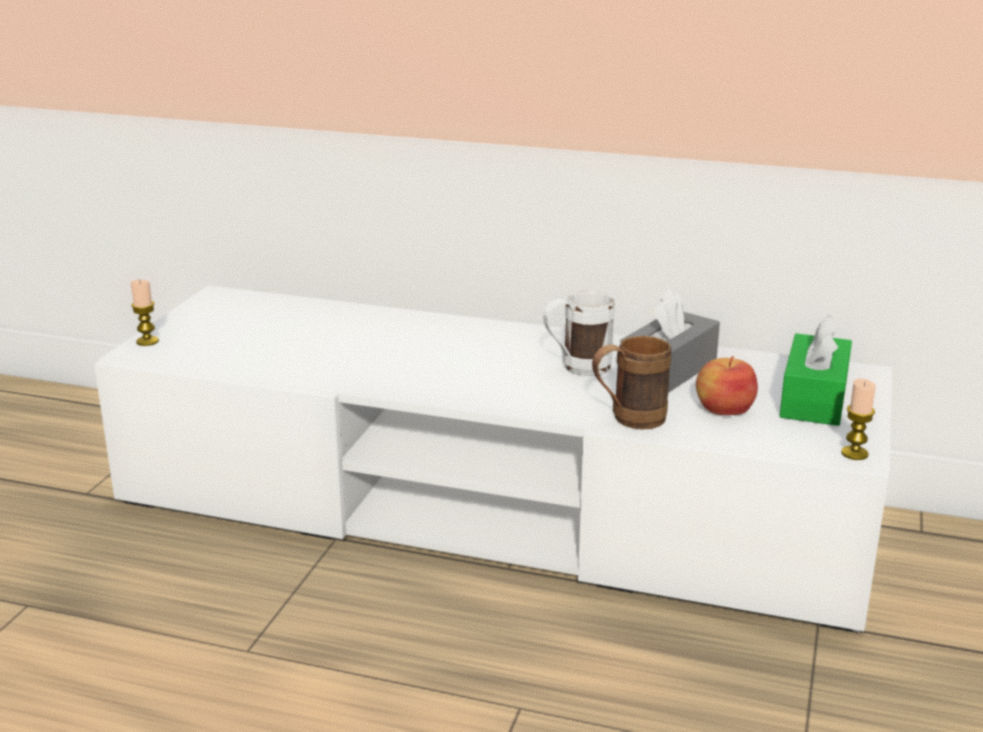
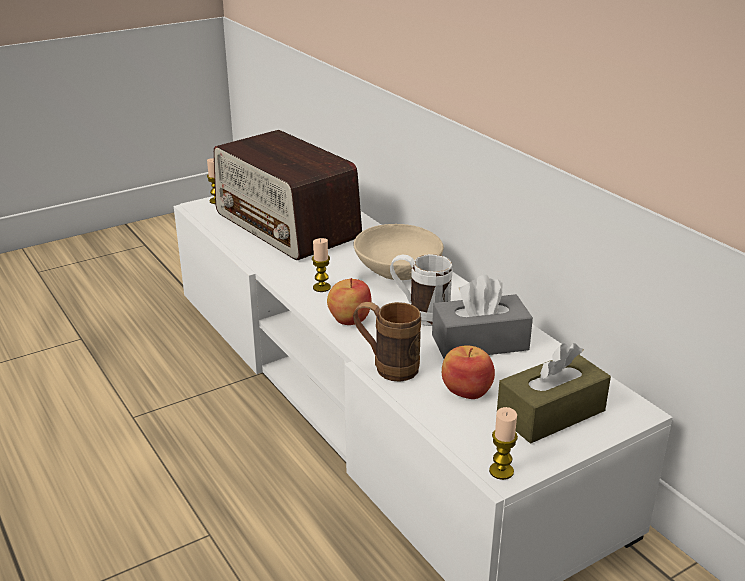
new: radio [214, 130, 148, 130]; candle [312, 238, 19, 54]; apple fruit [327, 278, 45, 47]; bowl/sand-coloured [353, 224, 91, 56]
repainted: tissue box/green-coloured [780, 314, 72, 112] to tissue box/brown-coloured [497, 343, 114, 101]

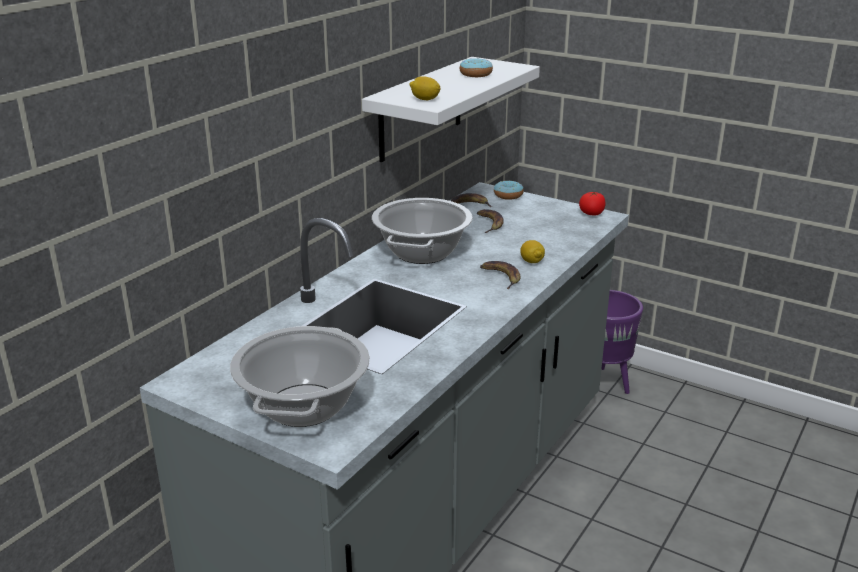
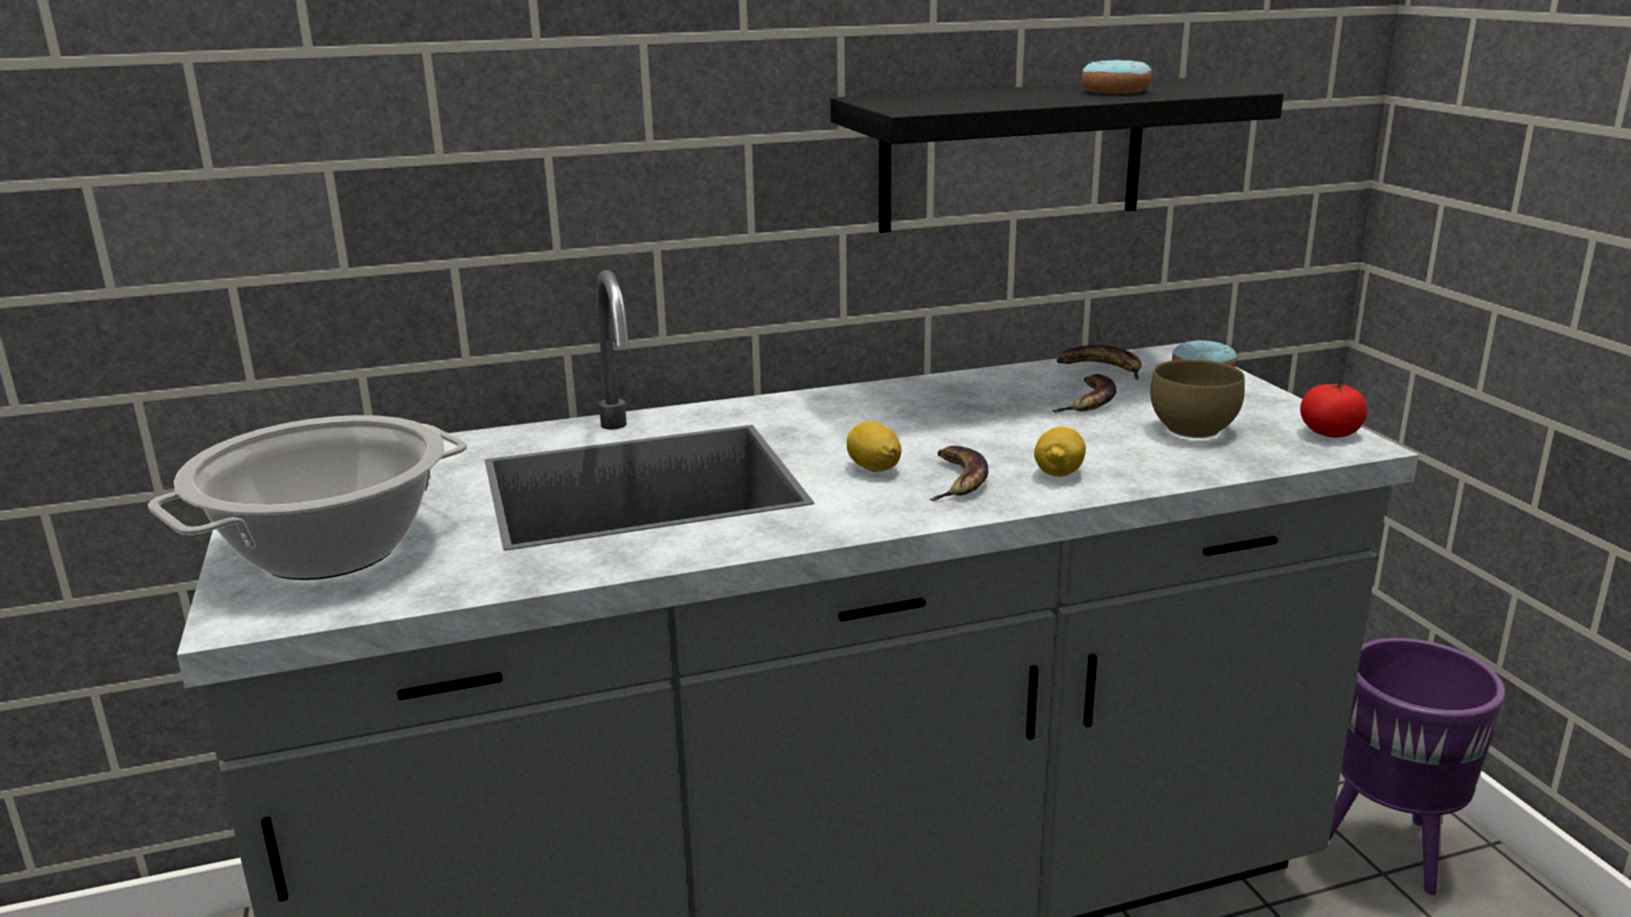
gone: stockpot [372, 198, 101, 66]
new: bowl/brown-coloured [1150, 359, 95, 79]
shifted: lemon [409, 76, 31, 24] to [847, 421, 54, 51]
repainted: wall shelf/white [362, 57, 178, 105] to wall shelf/blackish [830, 78, 454, 155]

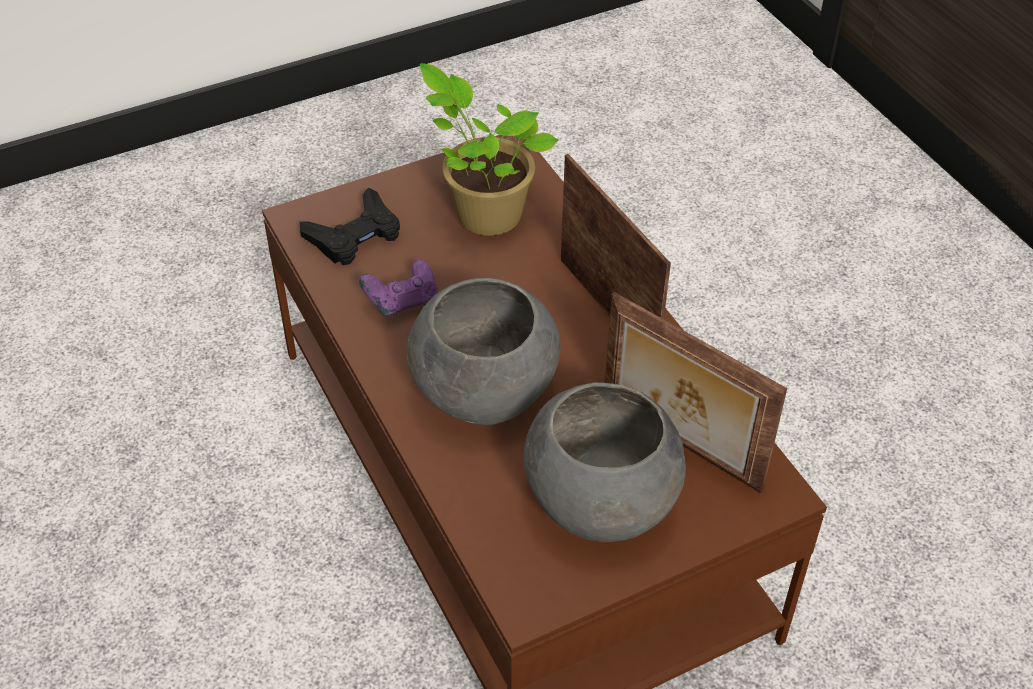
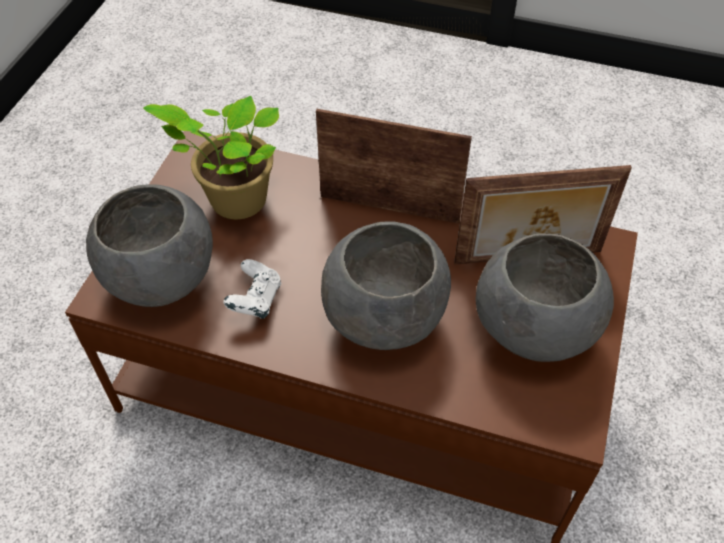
swapped: joypad/blackish [300, 187, 100, 78] to bowl/greyish [86, 184, 127, 123]
repainted: joypad/purple-coloured [359, 259, 79, 58] to joypad/white [223, 259, 58, 60]

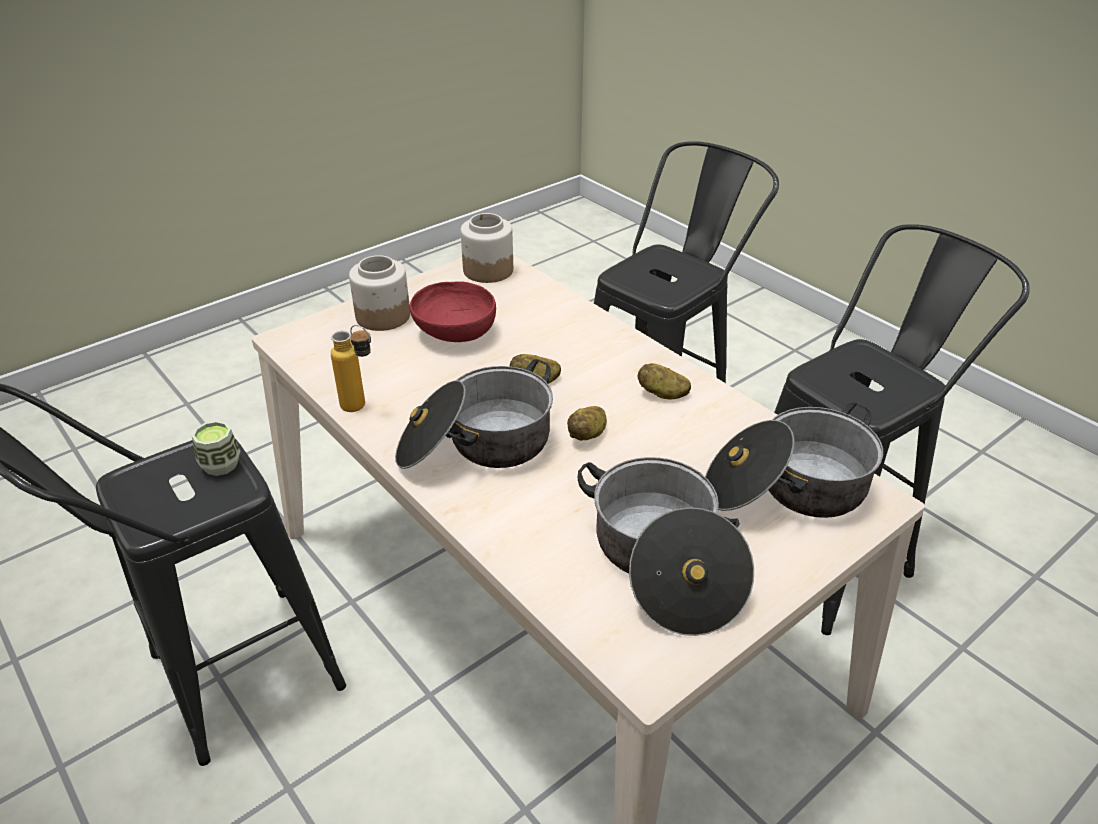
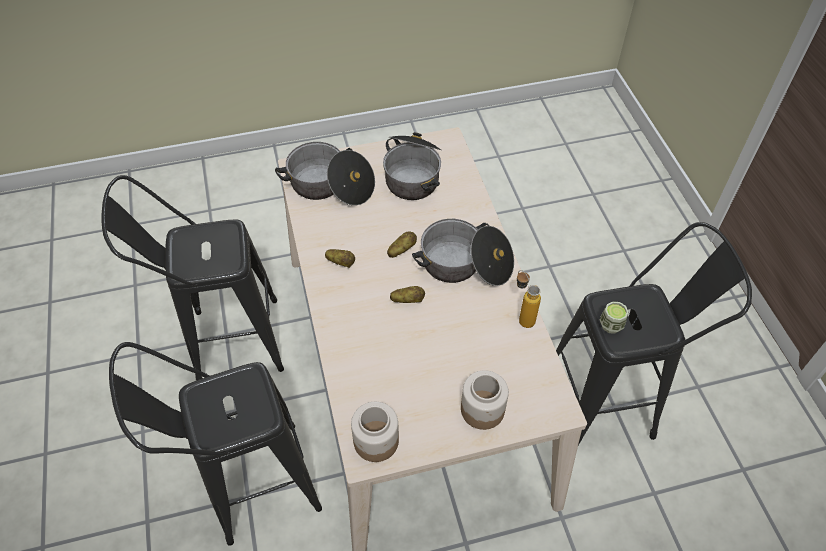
gone: bowl/reddish [410, 281, 86, 61]

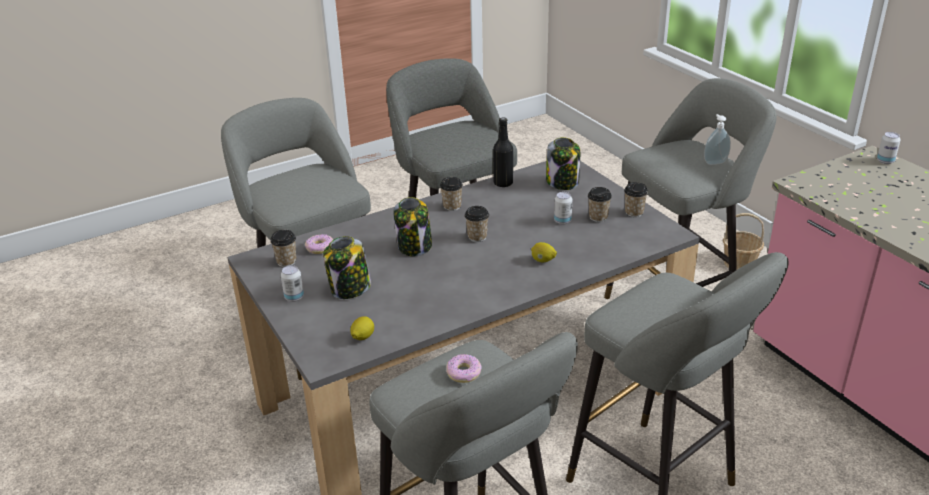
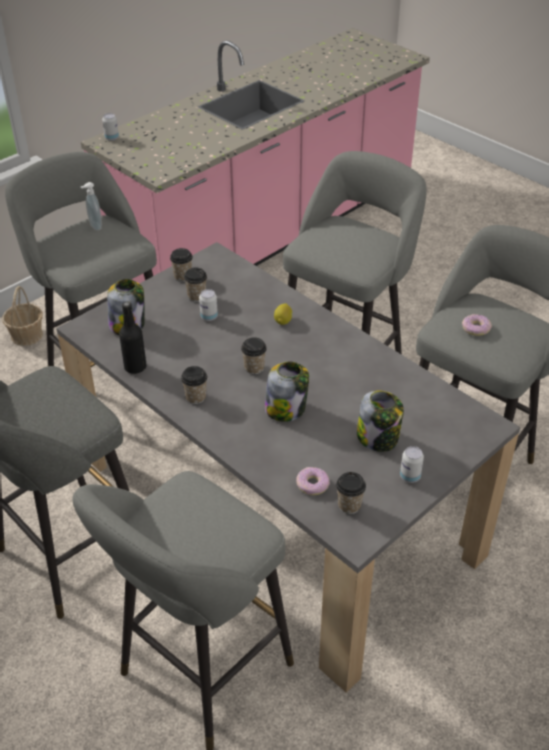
gone: lemon [350, 316, 24, 24]

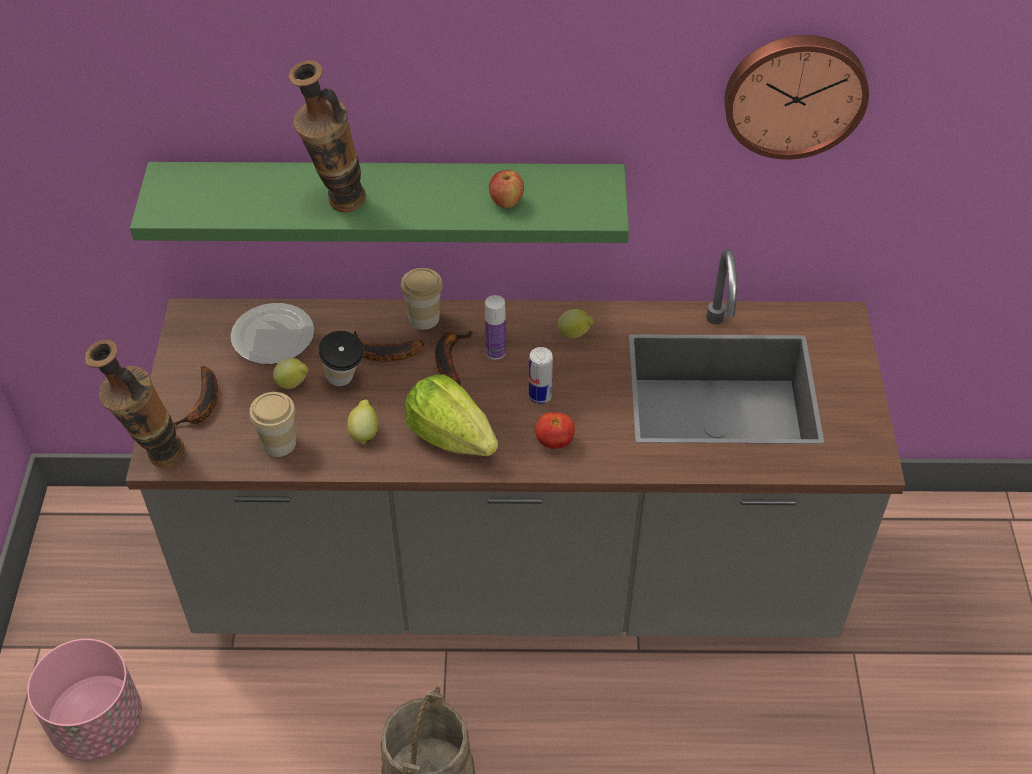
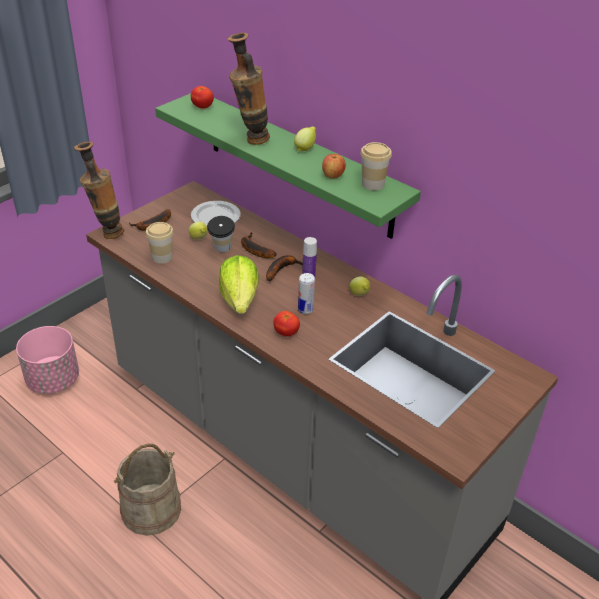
gone: wall clock [724, 35, 145, 124]
new: tomato [191, 86, 23, 23]
shifted: lemon [347, 400, 31, 45] to [294, 126, 22, 25]; small cup [401, 268, 42, 62] to [360, 142, 32, 48]

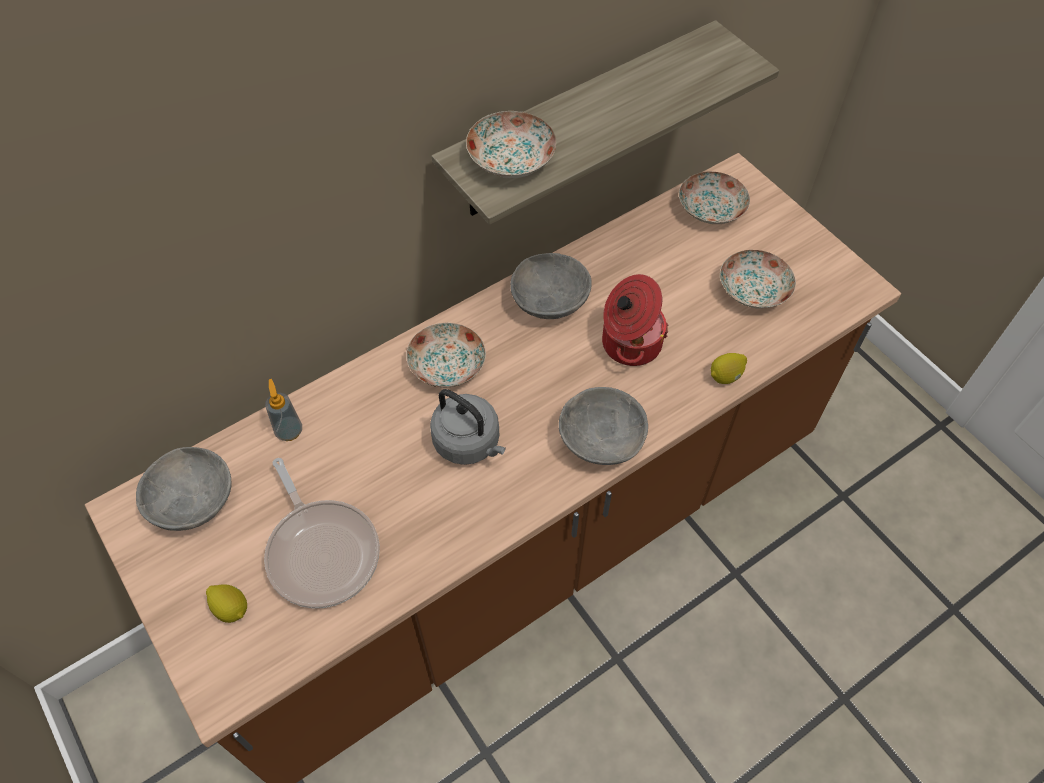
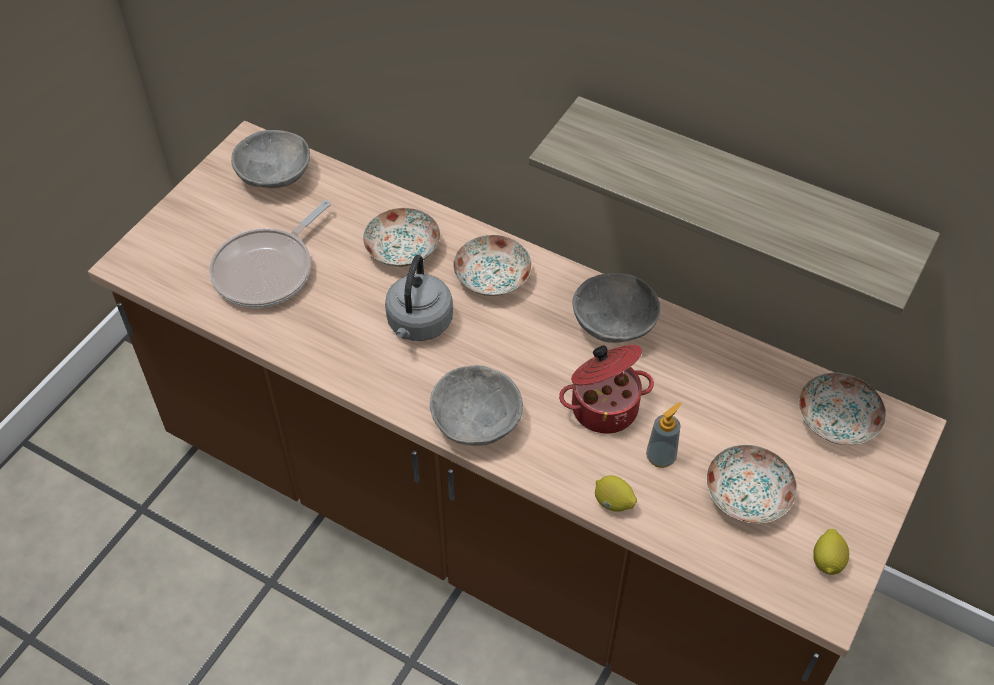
shifted: lemon [206, 585, 41, 38] to [813, 529, 36, 46]; soap bottle [265, 379, 37, 62] to [646, 402, 36, 66]; flat dish [466, 111, 90, 67] to [363, 208, 77, 59]

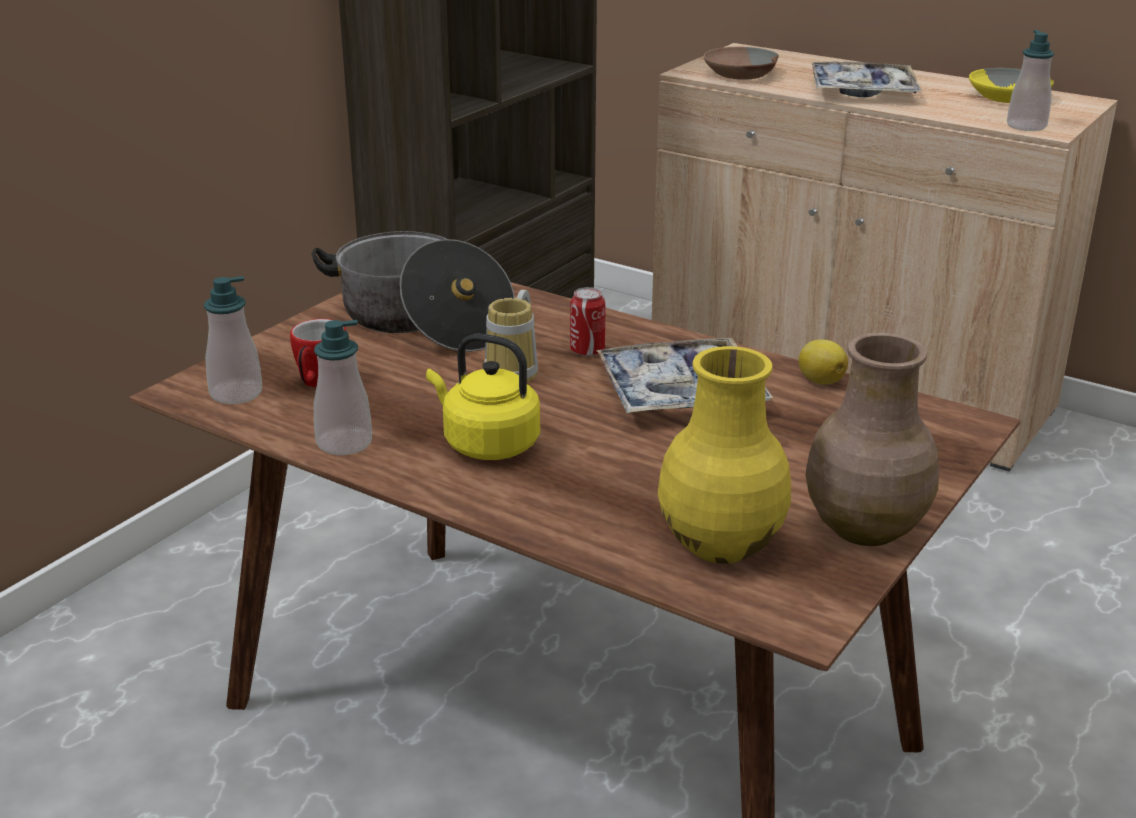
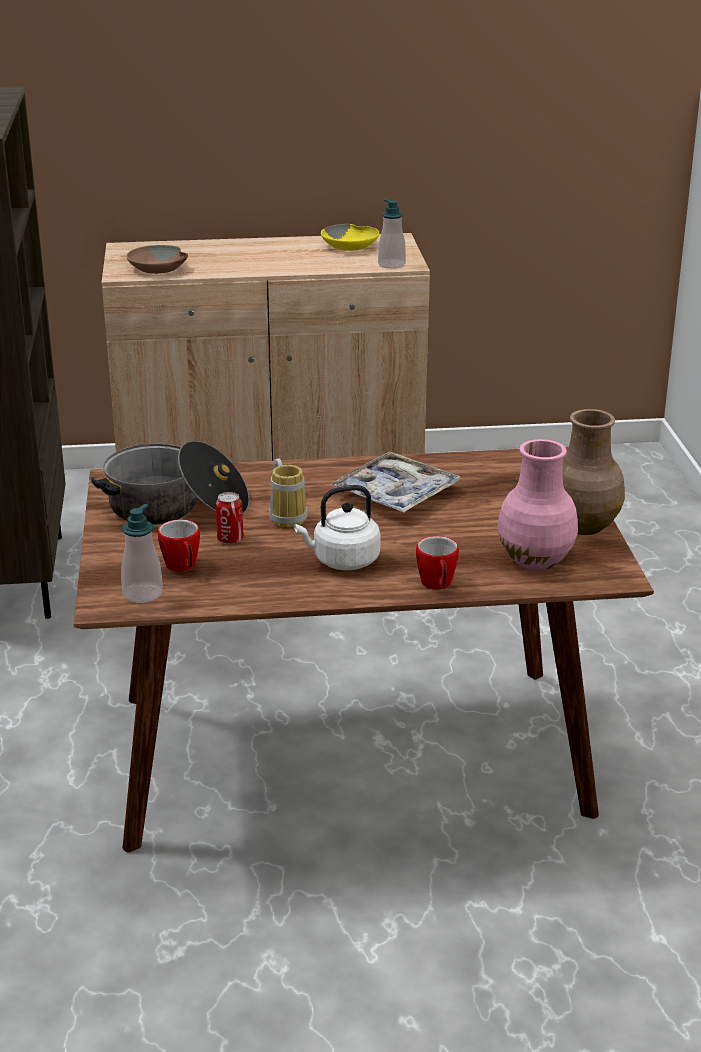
gone: soap bottle [313, 320, 59, 135]; lemon [799, 339, 49, 45]; serving tray [812, 61, 109, 36]
new: coffee mug [416, 536, 43, 54]
shifted: metal can [570, 287, 35, 70] to [216, 492, 28, 52]
repainted: kettle/yellow-coloured [426, 333, 114, 127] to kettle/white [294, 485, 87, 85]; decorative vase/yellow-coloured [658, 346, 133, 218] to decorative vase/pinkish [497, 439, 81, 131]

